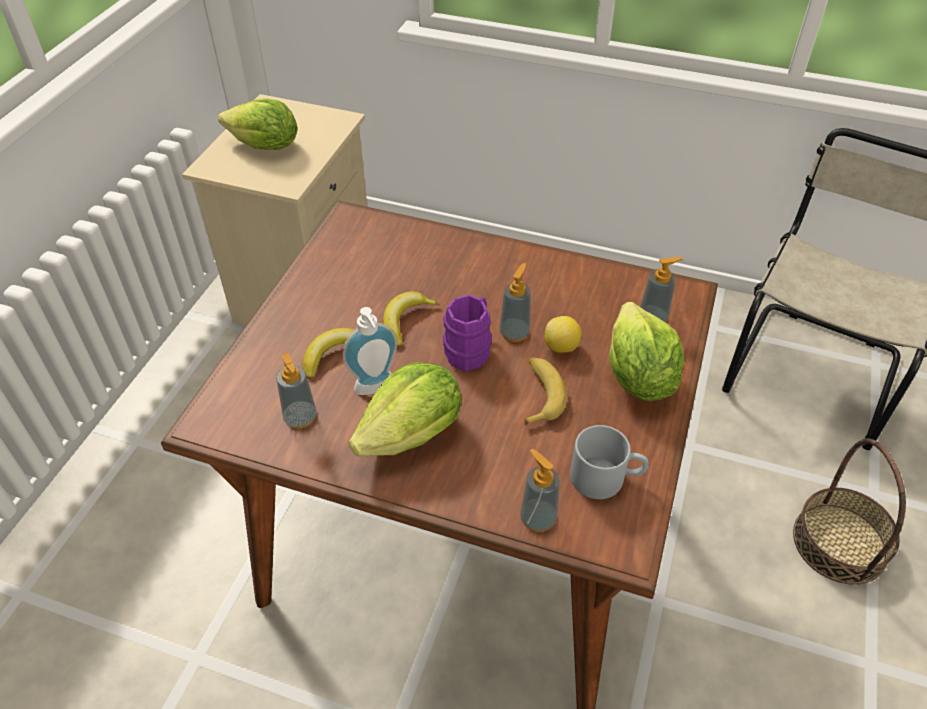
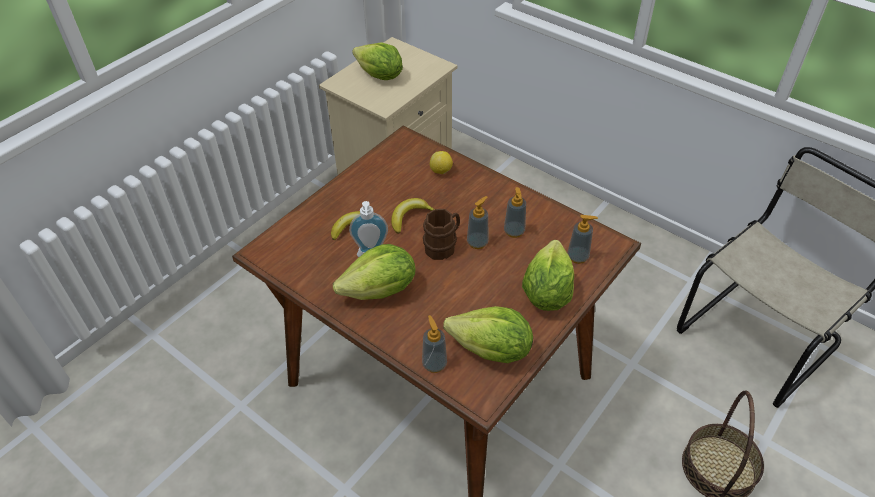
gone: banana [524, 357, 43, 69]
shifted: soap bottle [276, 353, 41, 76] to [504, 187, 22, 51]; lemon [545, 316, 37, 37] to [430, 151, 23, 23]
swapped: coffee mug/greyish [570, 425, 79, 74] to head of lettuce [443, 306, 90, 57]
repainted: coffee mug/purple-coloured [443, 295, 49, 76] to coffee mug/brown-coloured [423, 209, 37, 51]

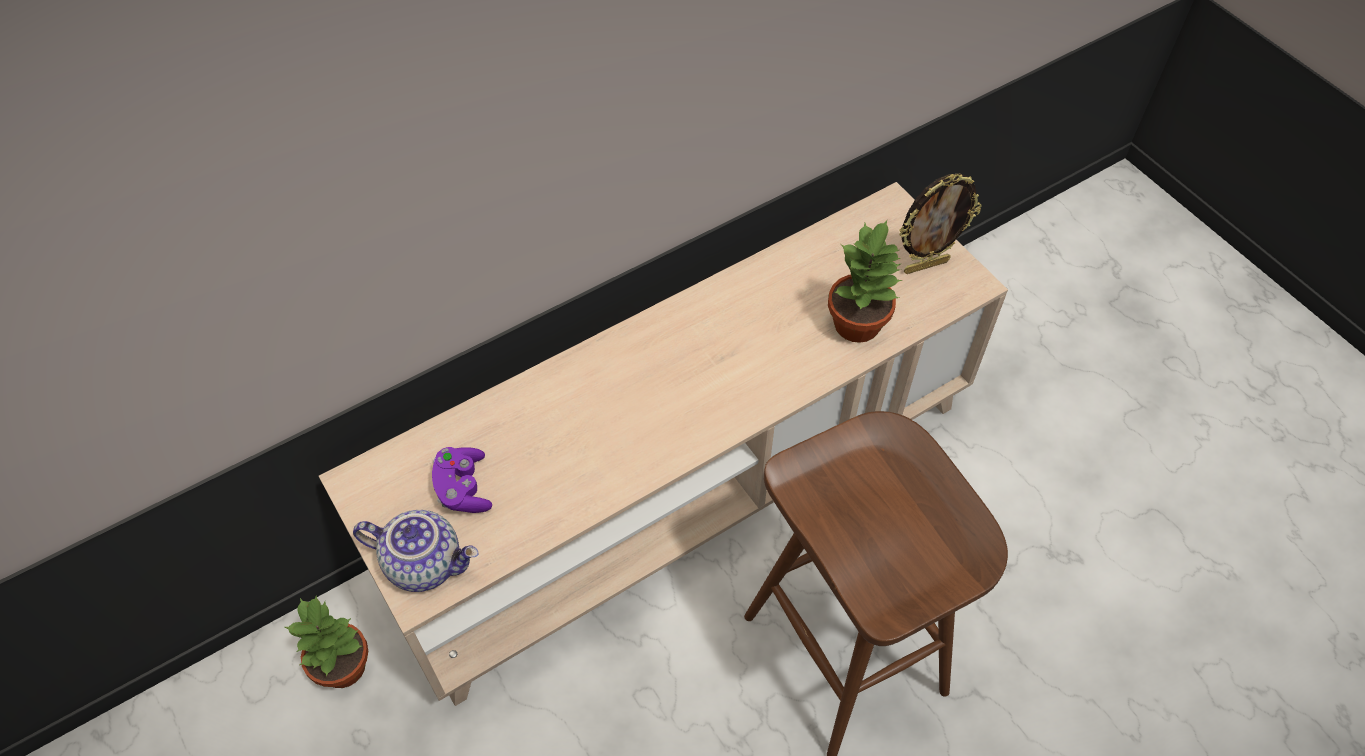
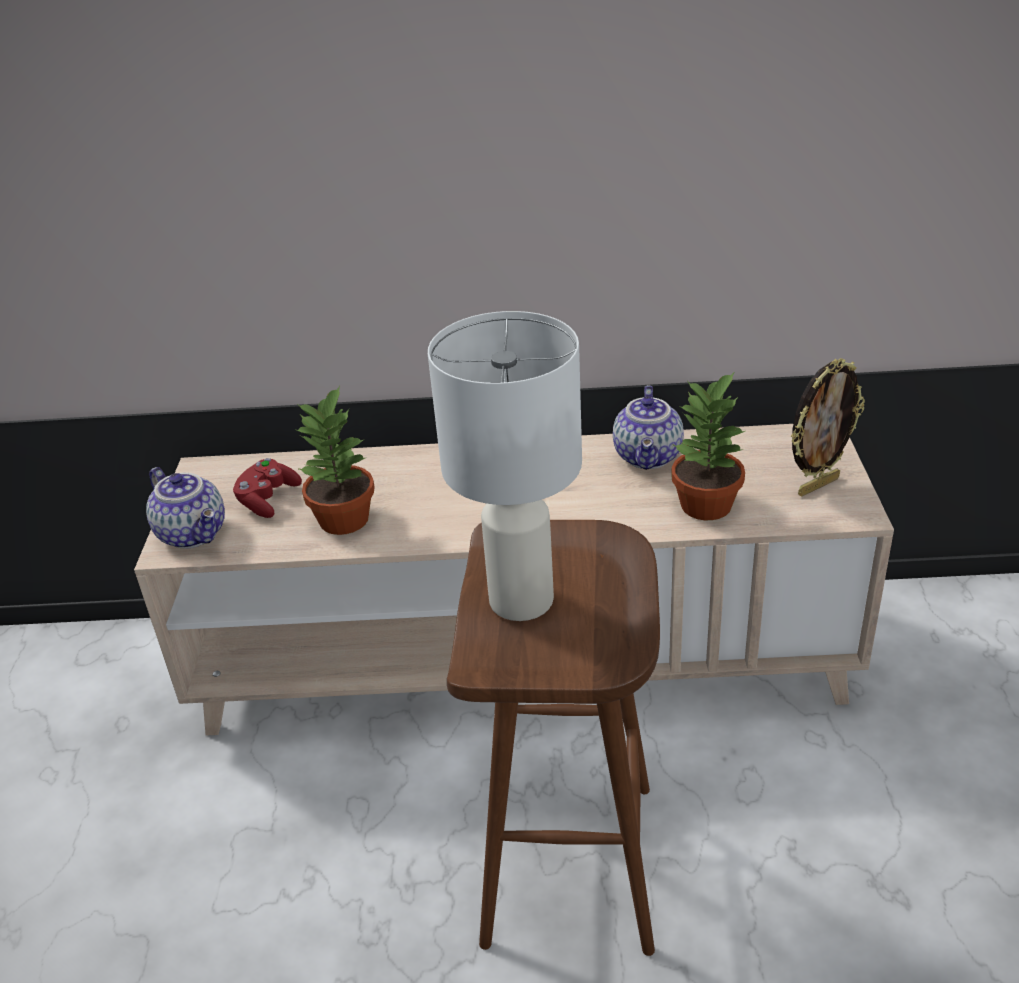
new: tabletop lamp/white [428, 311, 154, 310]; pot for tea [613, 385, 71, 85]
shifted: potted plant [285, 596, 83, 92] to [294, 385, 80, 150]
repainted: joypad/purple-coloured [432, 447, 60, 66] to joypad/reddish [233, 458, 69, 60]
rotated: photo frame [899, 174, 83, 100] = [791, 358, 74, 138] 45 degrees counterclockwise

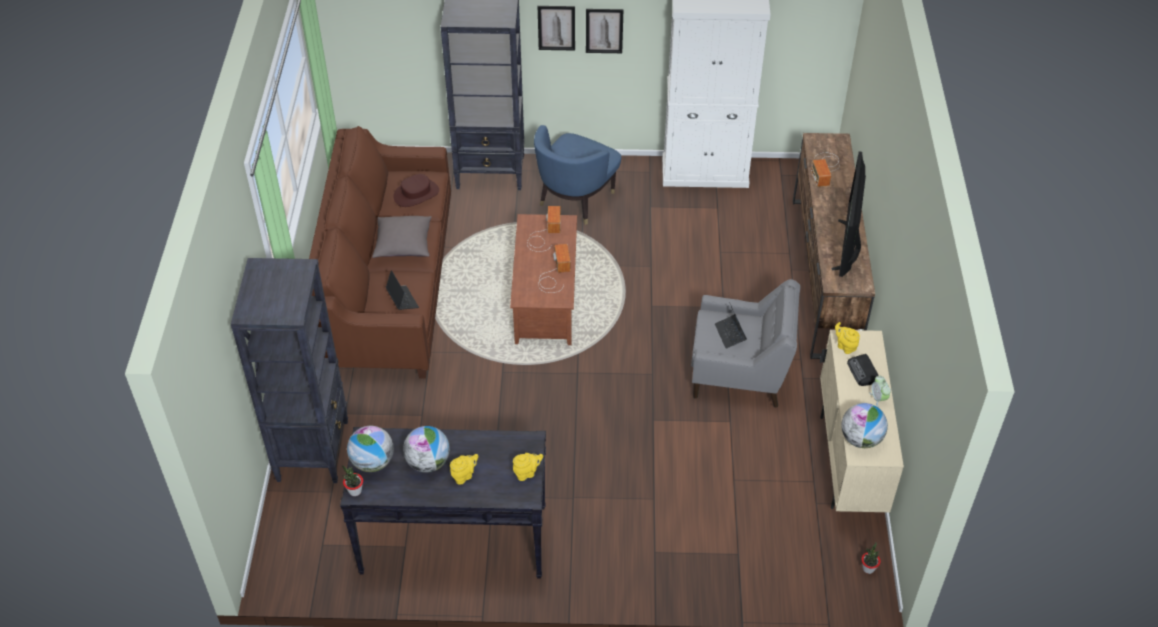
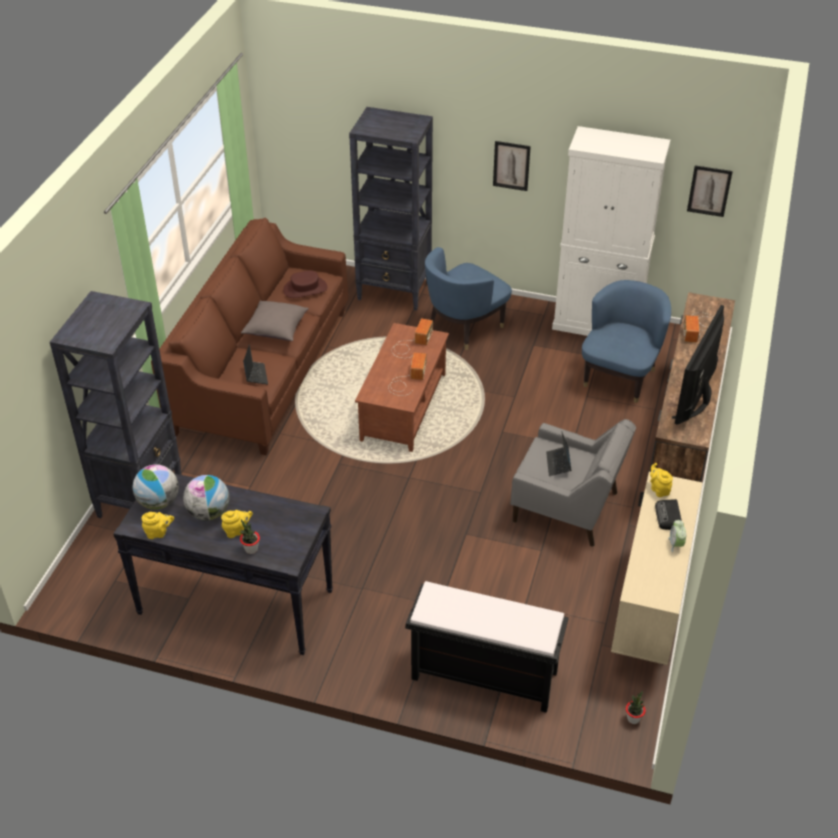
gone: world globe [841, 403, 47, 45]
new: indoor bench/blackish [405, 581, 164, 132]; lounge chair/blue [582, 280, 89, 123]
shifted: potted plant [342, 465, 21, 31] to [239, 519, 21, 35]; pot for tea/yellow-coloured [513, 453, 30, 28] to [142, 512, 32, 27]; wall picture [538, 6, 37, 45] to [687, 165, 46, 52]

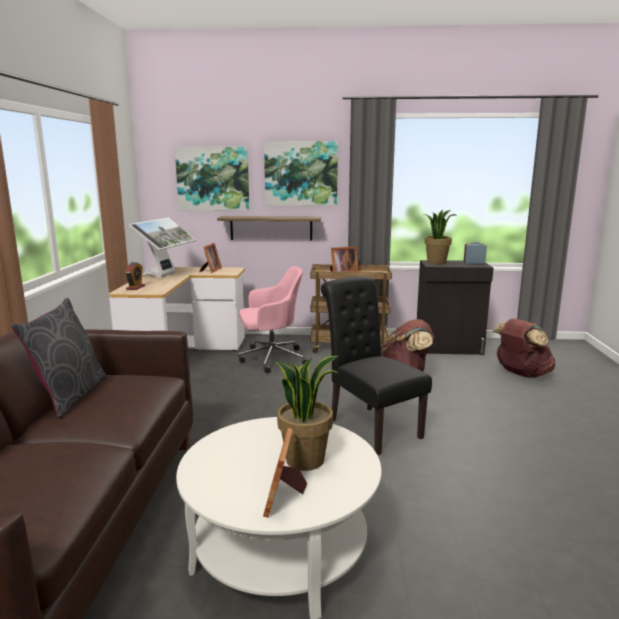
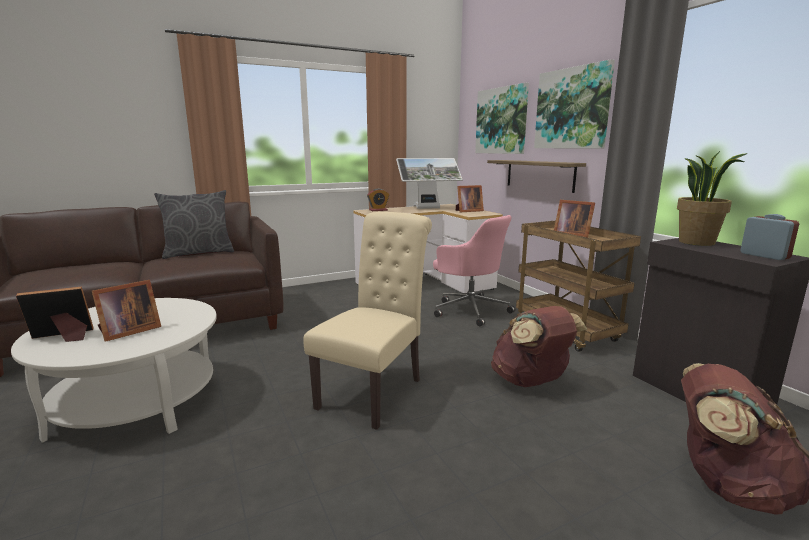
swapped: potted plant [274, 356, 65, 115] to photo frame [92, 280, 69, 62]
repainted: plain chair/blackish [321, 276, 111, 179] to plain chair/sand-coloured [303, 212, 129, 218]

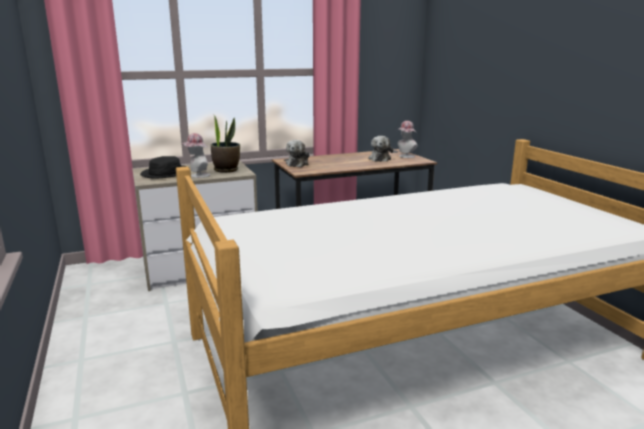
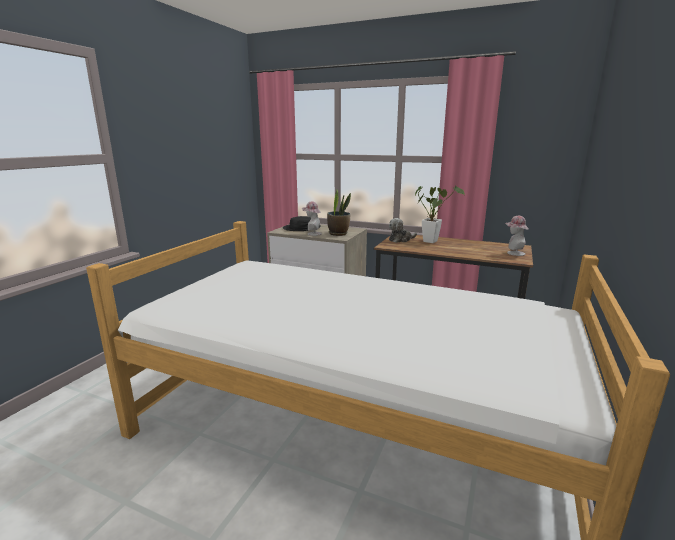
gone: plush toy [368, 136, 25, 26]
new: potted plant [415, 185, 50, 58]

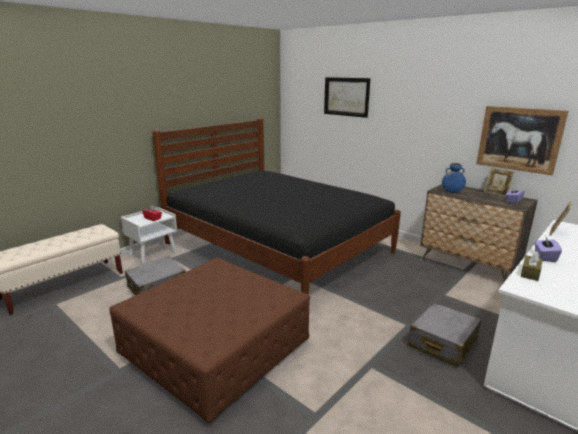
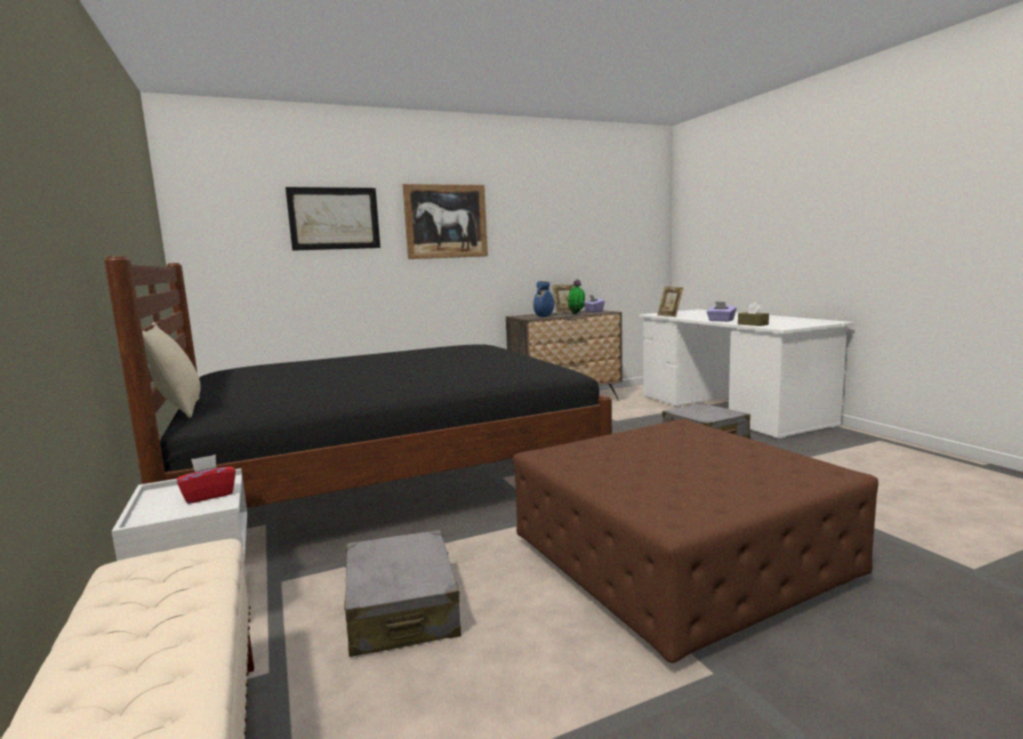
new: pillow/sand-coloured [142, 322, 59, 96]; potted plant [568, 279, 17, 35]
shifted: wall picture [476, 106, 93, 69] to [402, 184, 86, 75]

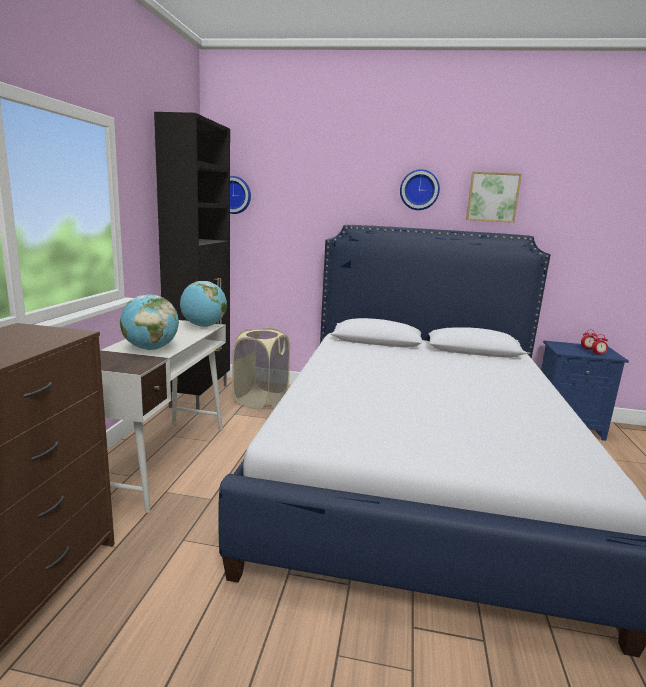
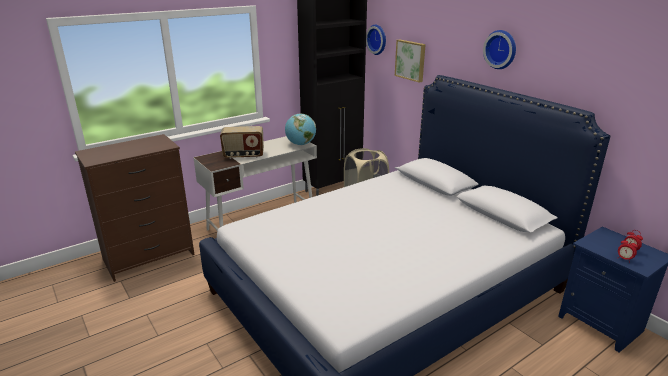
shifted: wall picture [466, 172, 56, 51] to [395, 39, 31, 44]
swapped: world globe [120, 295, 59, 55] to radio [220, 126, 44, 33]

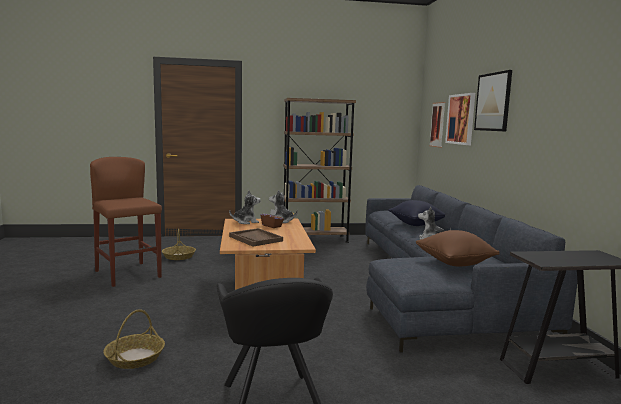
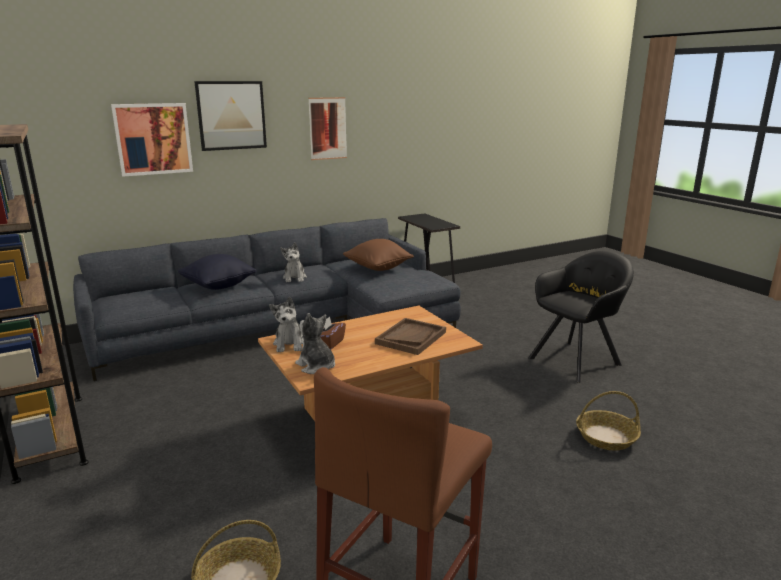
shifted: wall picture [429, 102, 16, 46] to [308, 97, 39, 63]

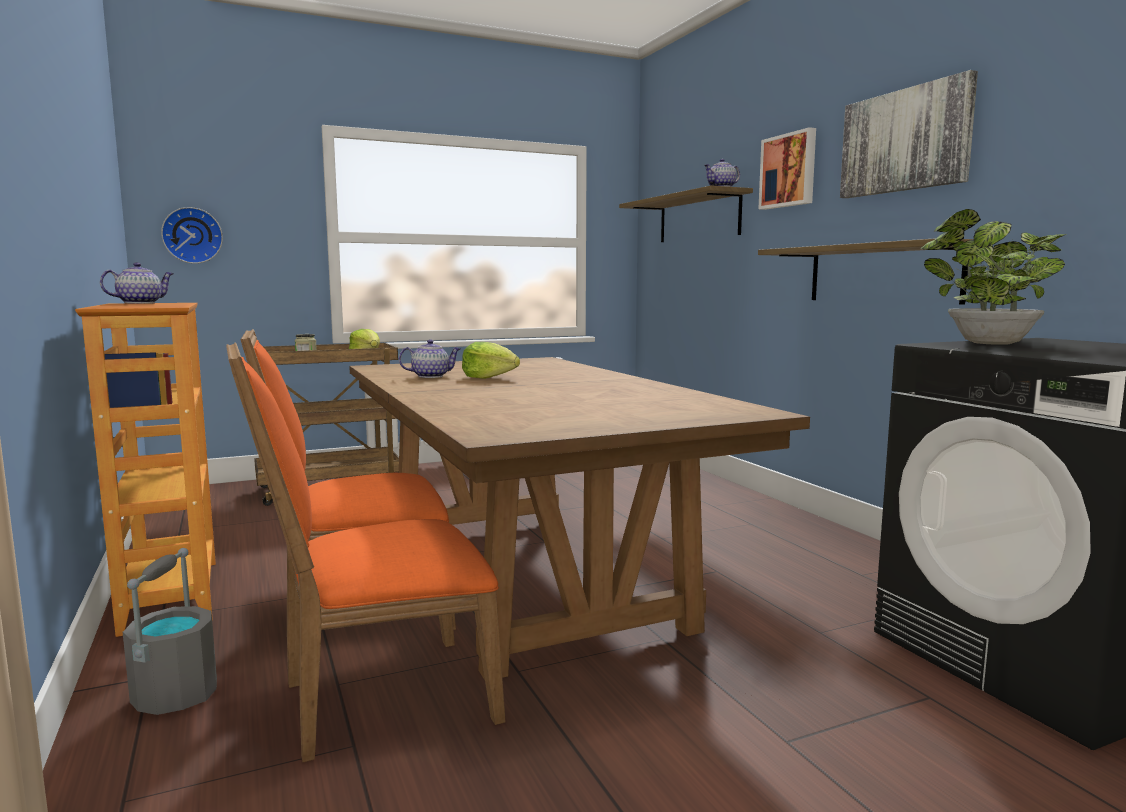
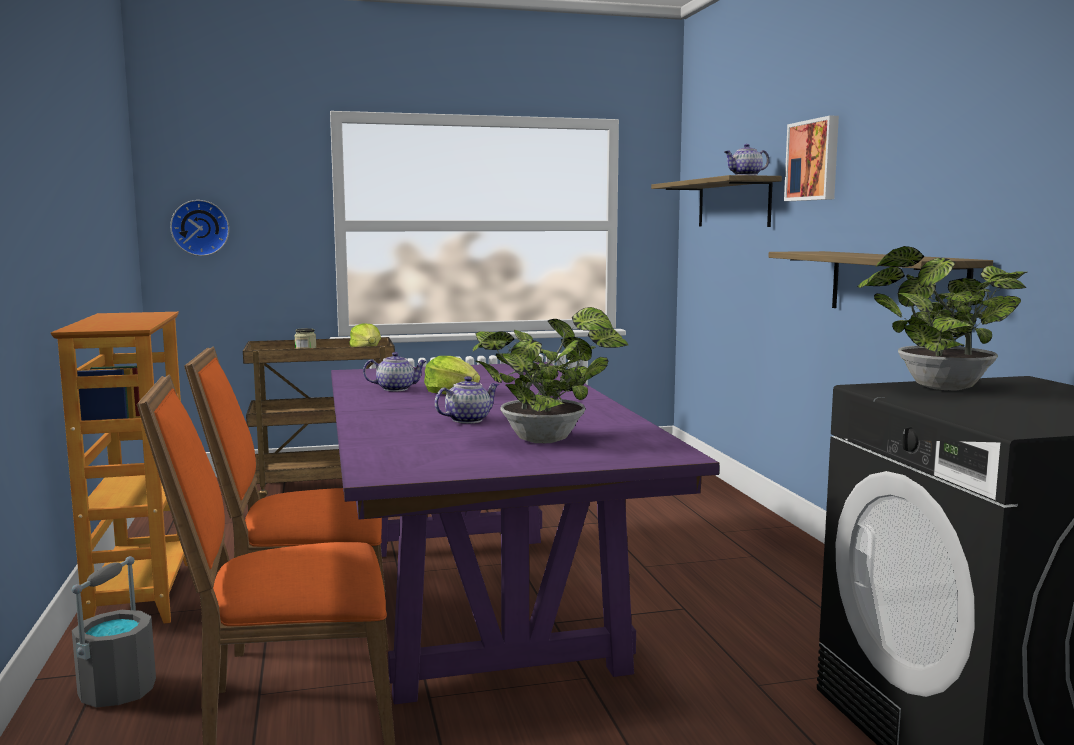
gone: wall picture [840, 70, 138, 128]
new: potted plant [472, 307, 157, 136]
shifted: pot for tea [100, 262, 73, 42] to [435, 376, 64, 48]
repainted: dinner table/brown-coloured [349, 357, 461, 323] to dinner table/purple-coloured [331, 362, 388, 342]

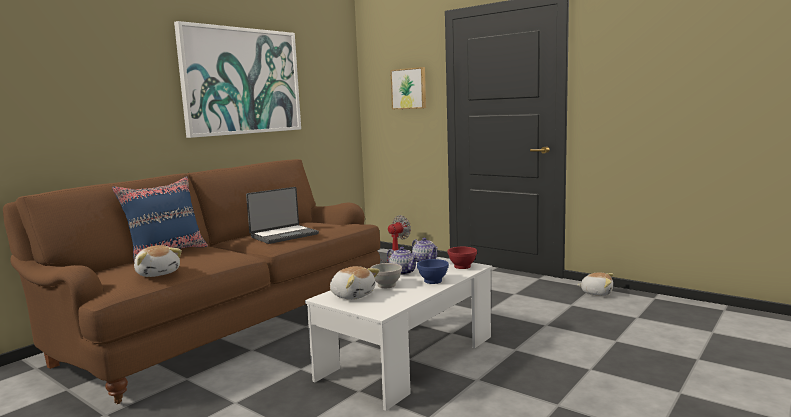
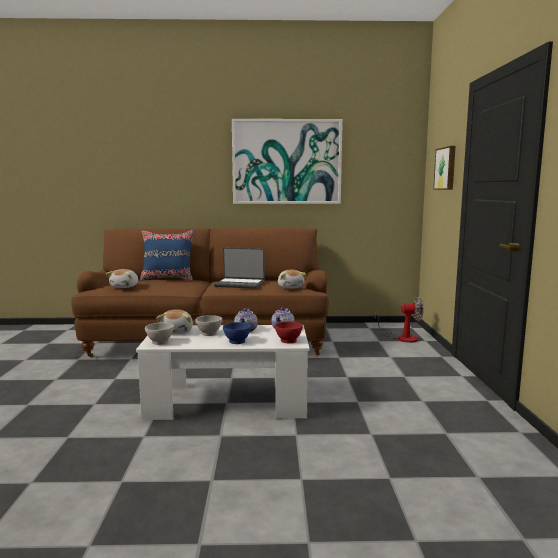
new: bowl/white [145, 323, 29, 22]
shifted: plush toy [577, 272, 37, 24] to [278, 269, 29, 20]

